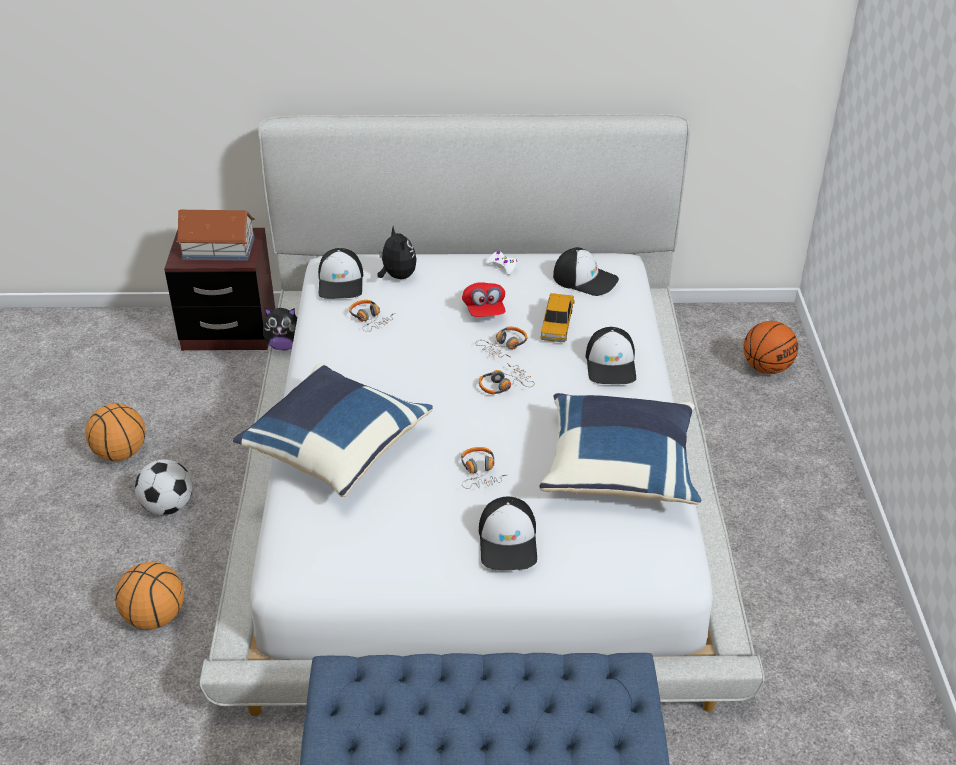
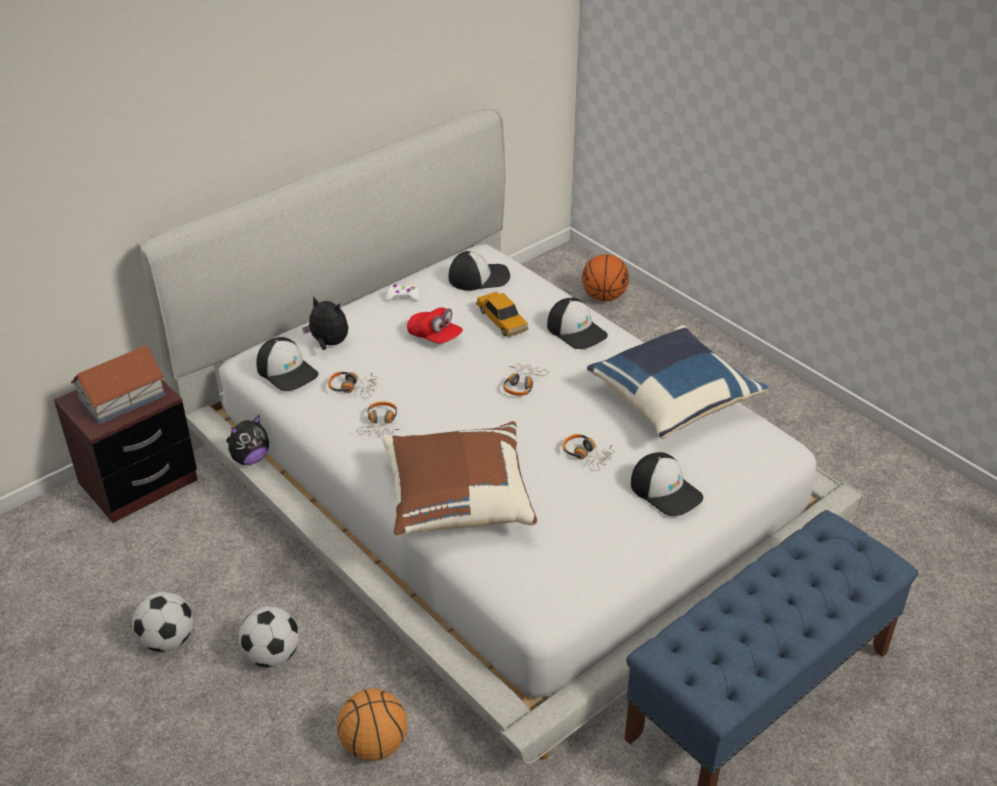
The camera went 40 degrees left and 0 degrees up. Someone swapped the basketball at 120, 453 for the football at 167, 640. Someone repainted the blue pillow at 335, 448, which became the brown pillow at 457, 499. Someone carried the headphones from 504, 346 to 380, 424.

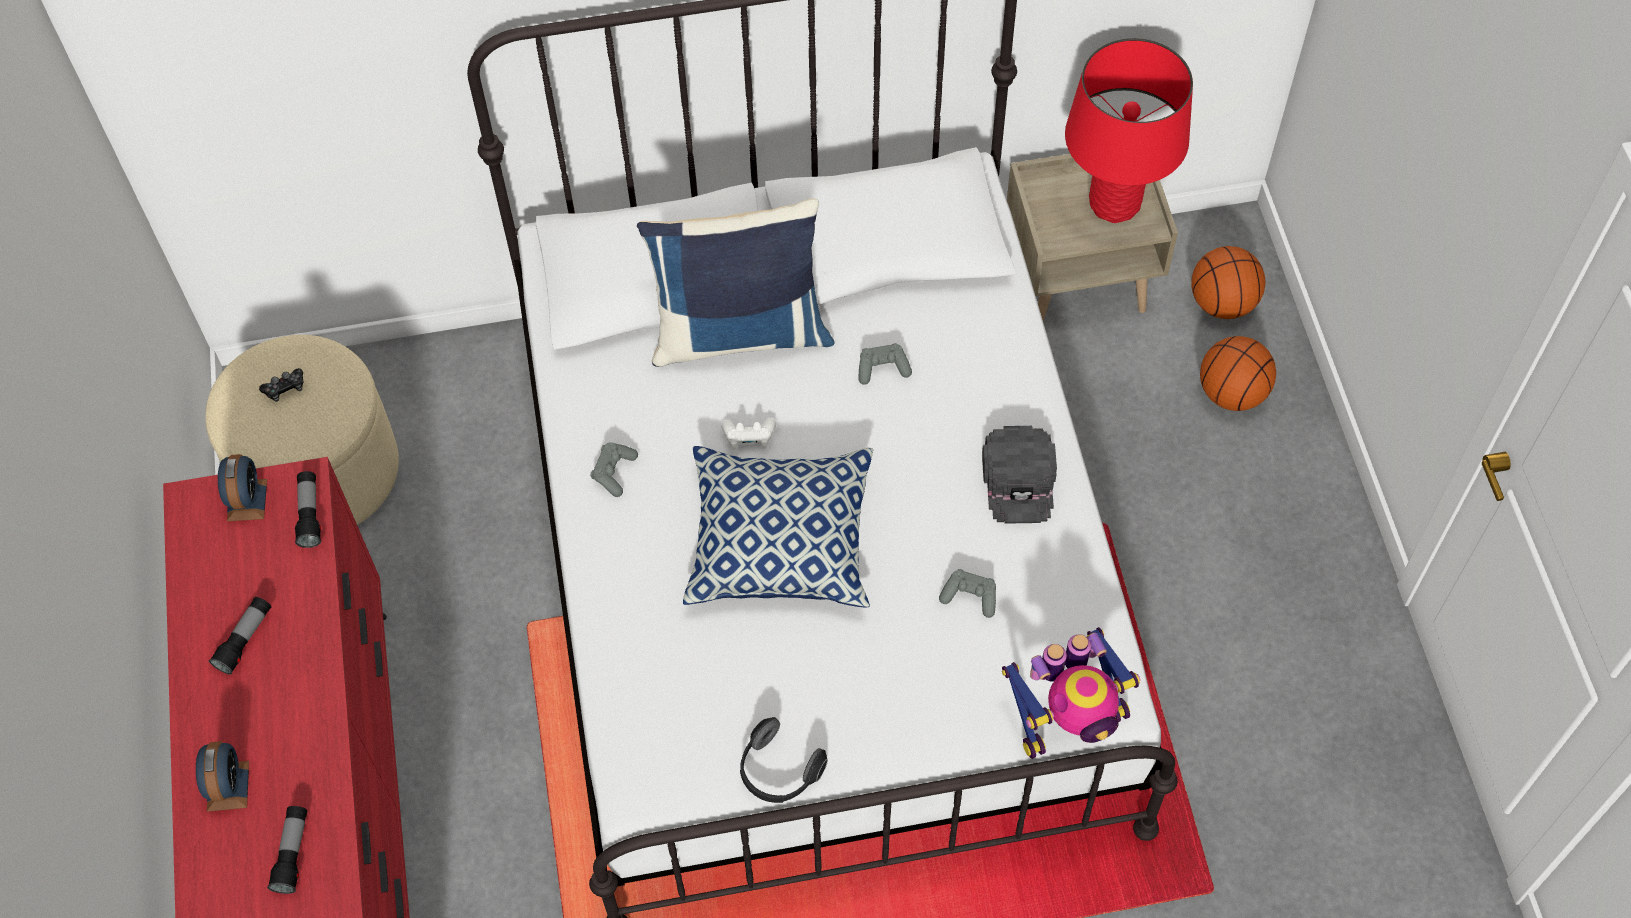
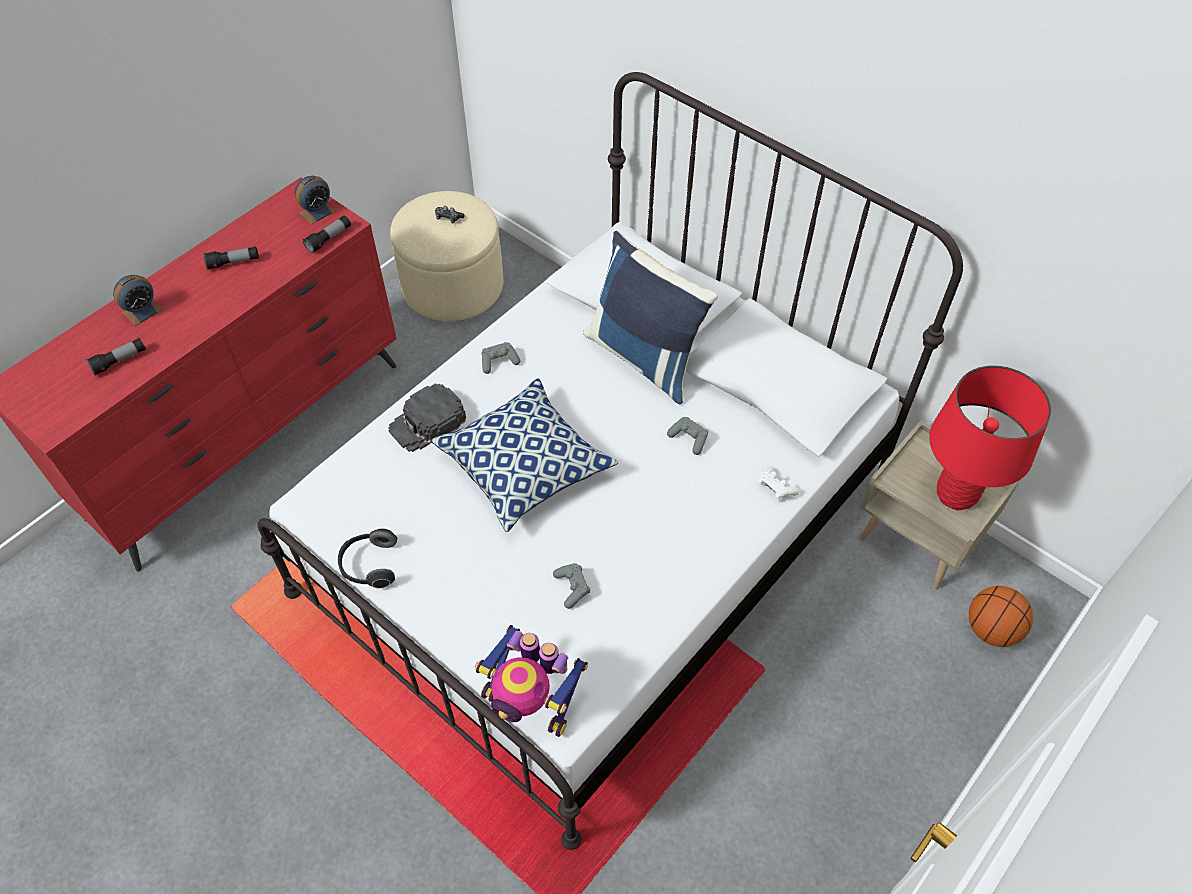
The camera went 50 degrees right and 5 degrees down. Someone carried the white game controller from 749, 438 to 775, 488. Someone carried the black cap from 1019, 480 to 427, 423. Someone took away the basketball at 1232, 393.

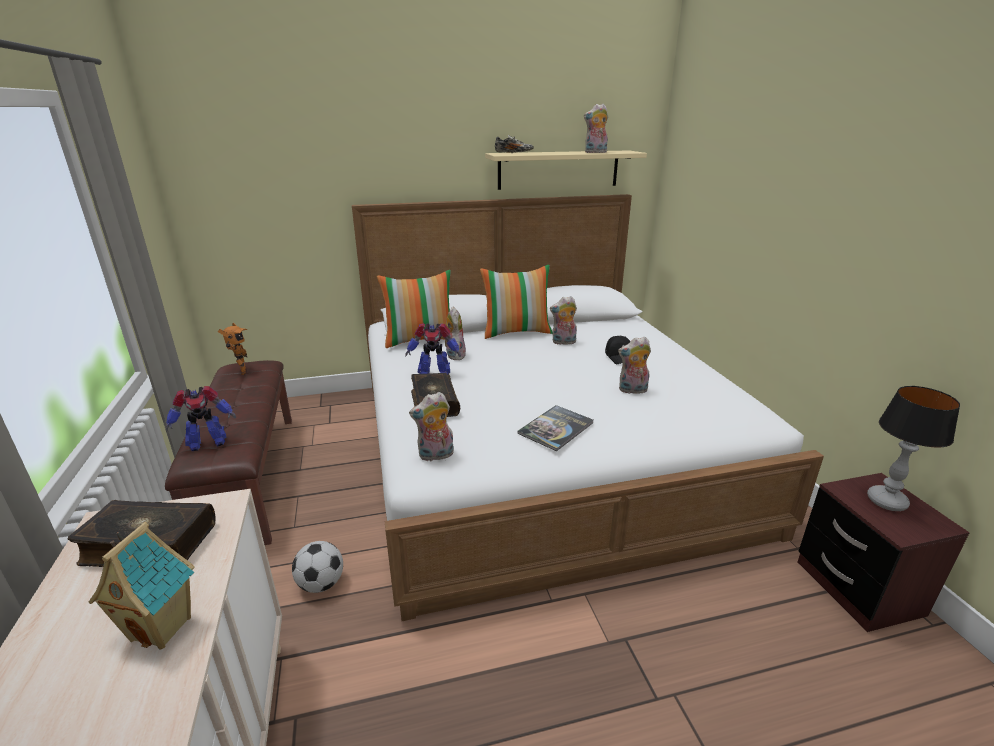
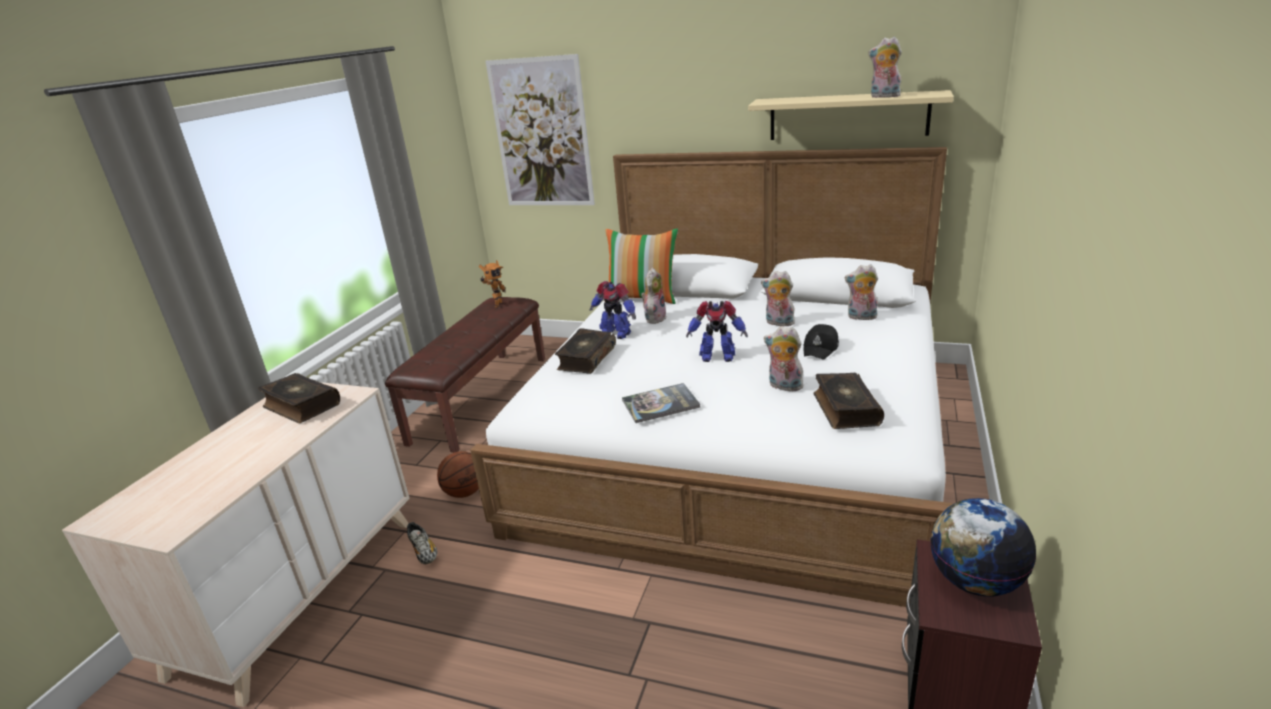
The camera went 35 degrees right and 0 degrees up. Someone took away the toy house at 163, 627. Someone carried the toy robot from 207, 443 to 717, 357. Someone swapped the football at 321, 584 for the basketball at 465, 492. Someone carried the plush toy from 435, 456 to 861, 317. Someone took away the pillow at 516, 332. Someone carried the shoe from 514, 153 to 424, 551. Someone swapped the table lamp at 886, 501 for the globe at 975, 581. Someone put up the picture at 541, 134. Someone put down the book at 845, 409.

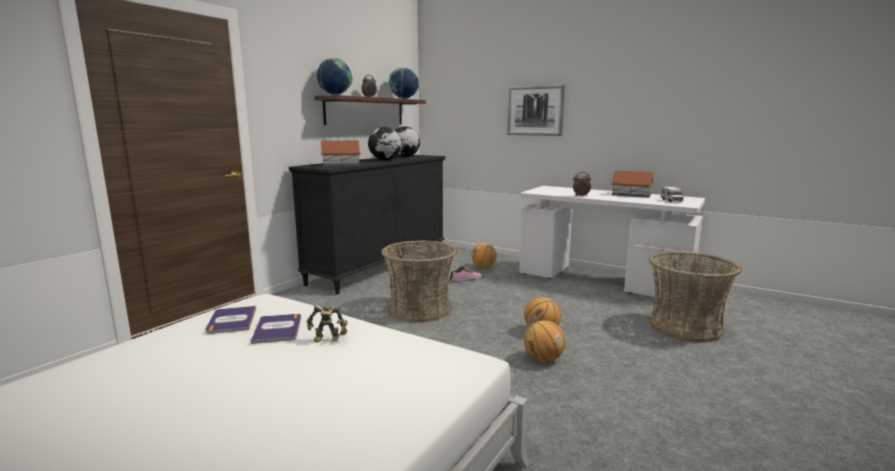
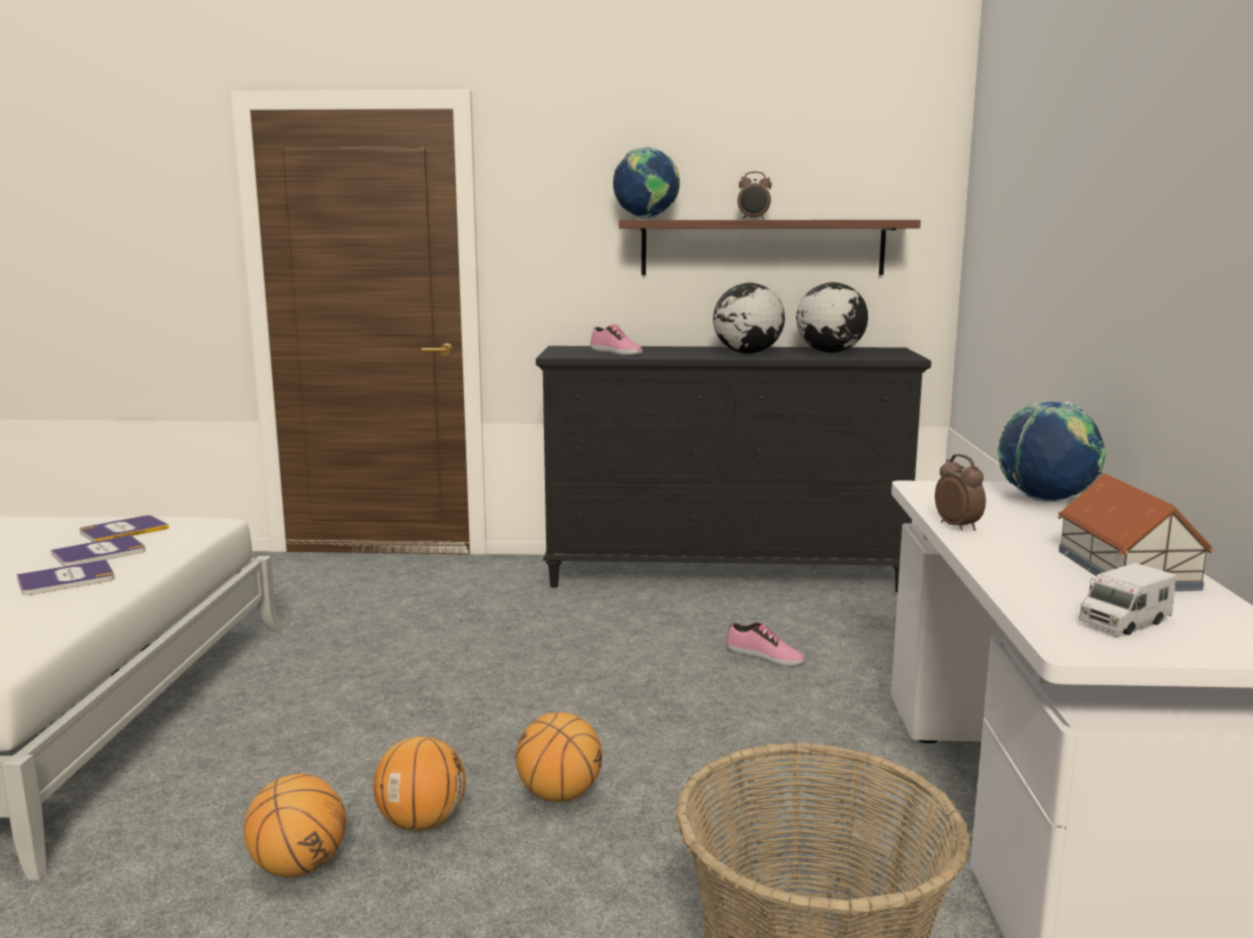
The camera went 60 degrees right and 0 degrees up. Someone swapped the toy robot at 327, 339 for the book at 66, 579. Someone swapped the toy house at 340, 164 for the shoe at 615, 352. Someone took away the basket at 419, 310. Someone carried the globe from 404, 99 to 1046, 501. Someone carried the basketball from 483, 267 to 298, 867. Someone took away the picture at 535, 110.

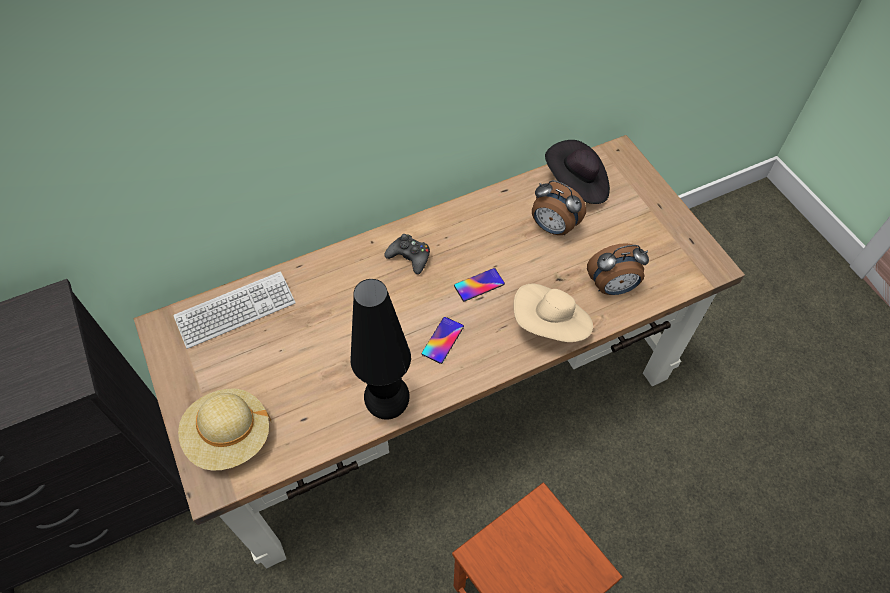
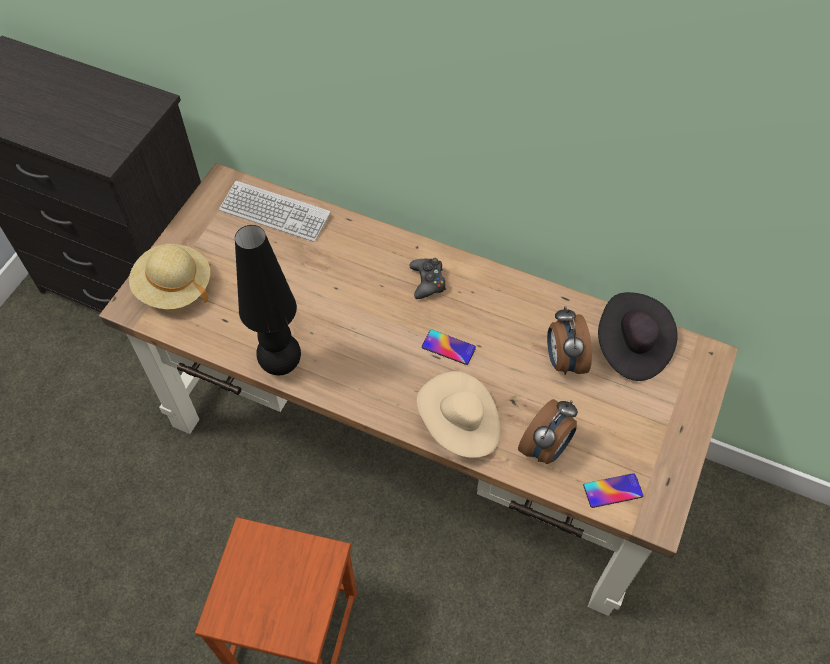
The camera went 50 degrees right and 0 degrees up. Someone carried the phone from 442, 340 to 612, 490. Someone rotated the alarm clock at 612, 287 by 90 degrees counterclockwise.

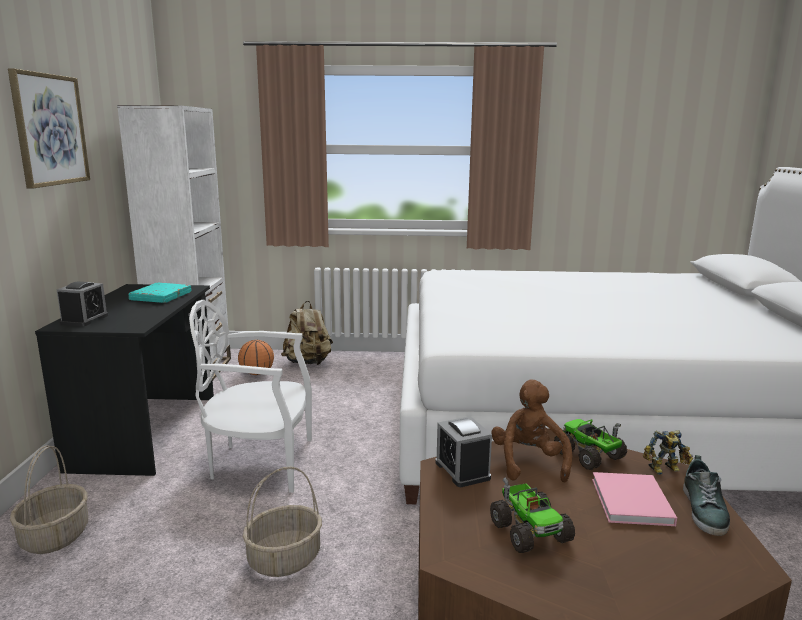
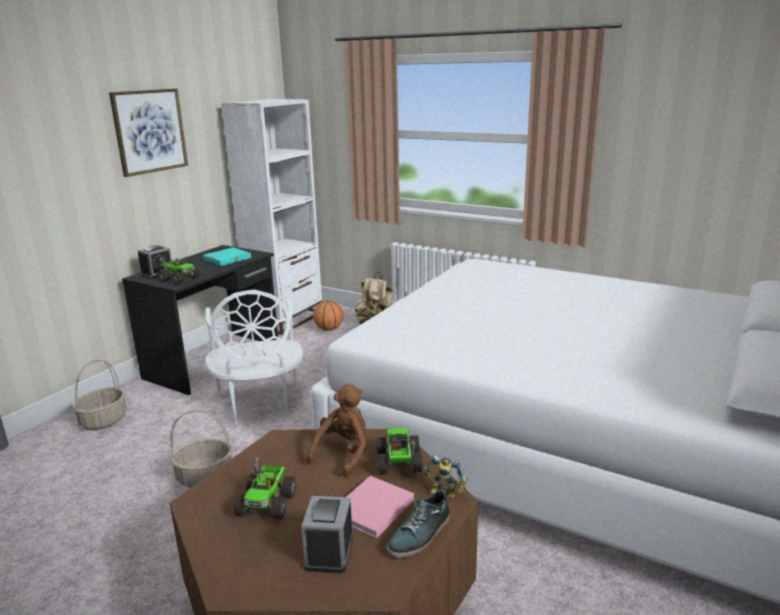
The camera went 30 degrees right and 5 degrees up. Someone rotated the white chair at 259, 462 by 135 degrees counterclockwise. Someone carried the alarm clock from 462, 470 to 329, 551. Someone put down the toy truck at 179, 279.

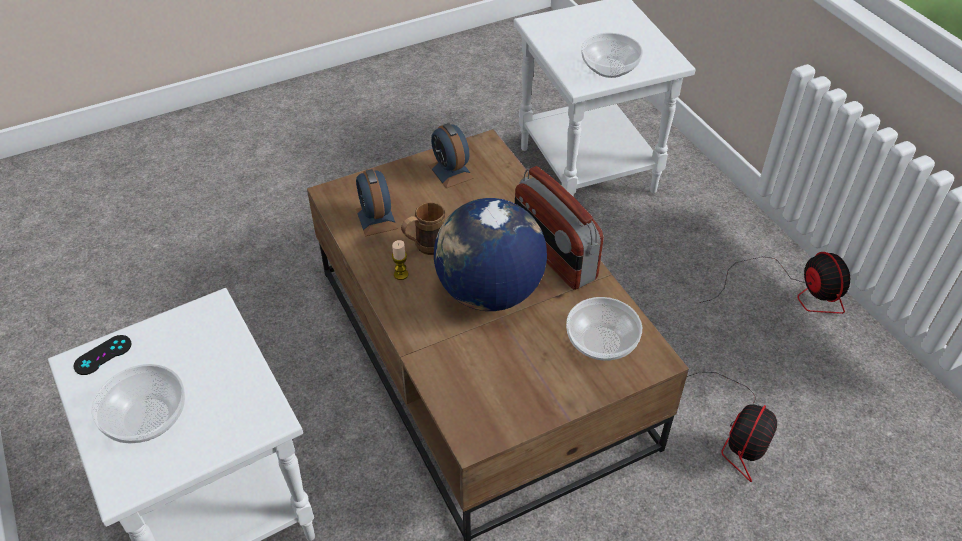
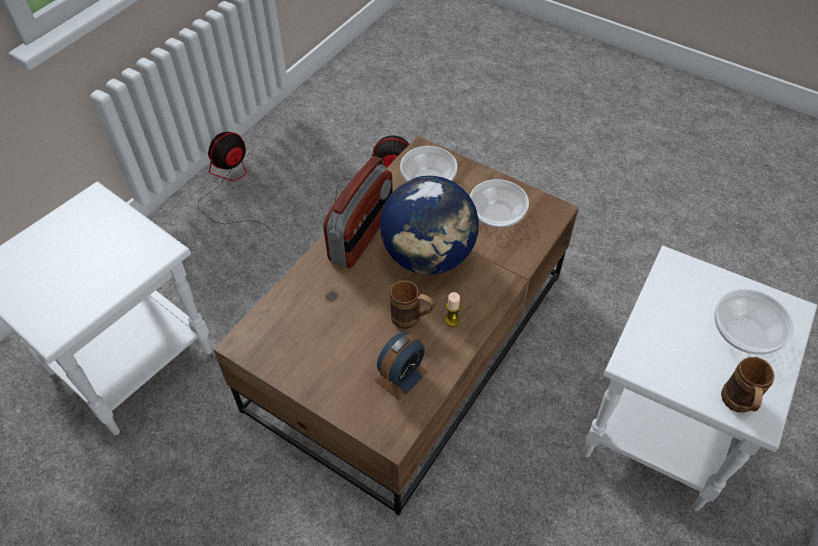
The camera went 120 degrees left and 5 degrees up. Someone swapped the black game controller at 103, 355 for the brown mug at 737, 405. Someone took away the alarm clock at 451, 172. Someone carried the bowl from 609, 67 to 496, 215.

